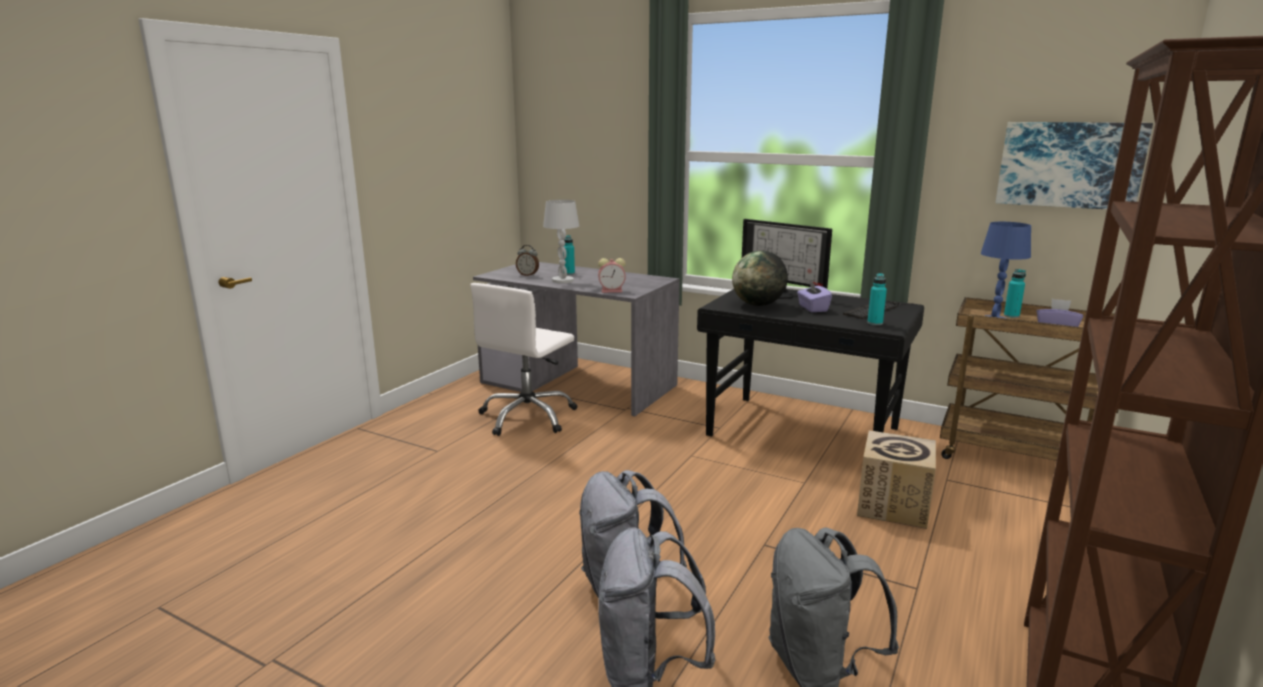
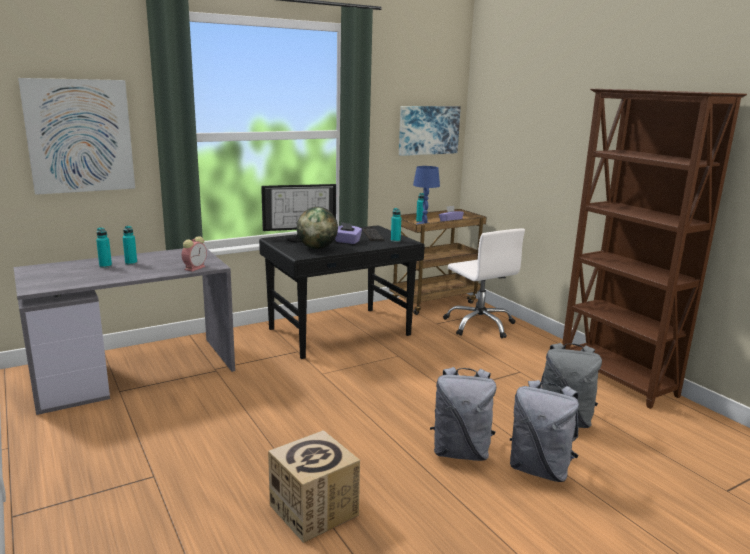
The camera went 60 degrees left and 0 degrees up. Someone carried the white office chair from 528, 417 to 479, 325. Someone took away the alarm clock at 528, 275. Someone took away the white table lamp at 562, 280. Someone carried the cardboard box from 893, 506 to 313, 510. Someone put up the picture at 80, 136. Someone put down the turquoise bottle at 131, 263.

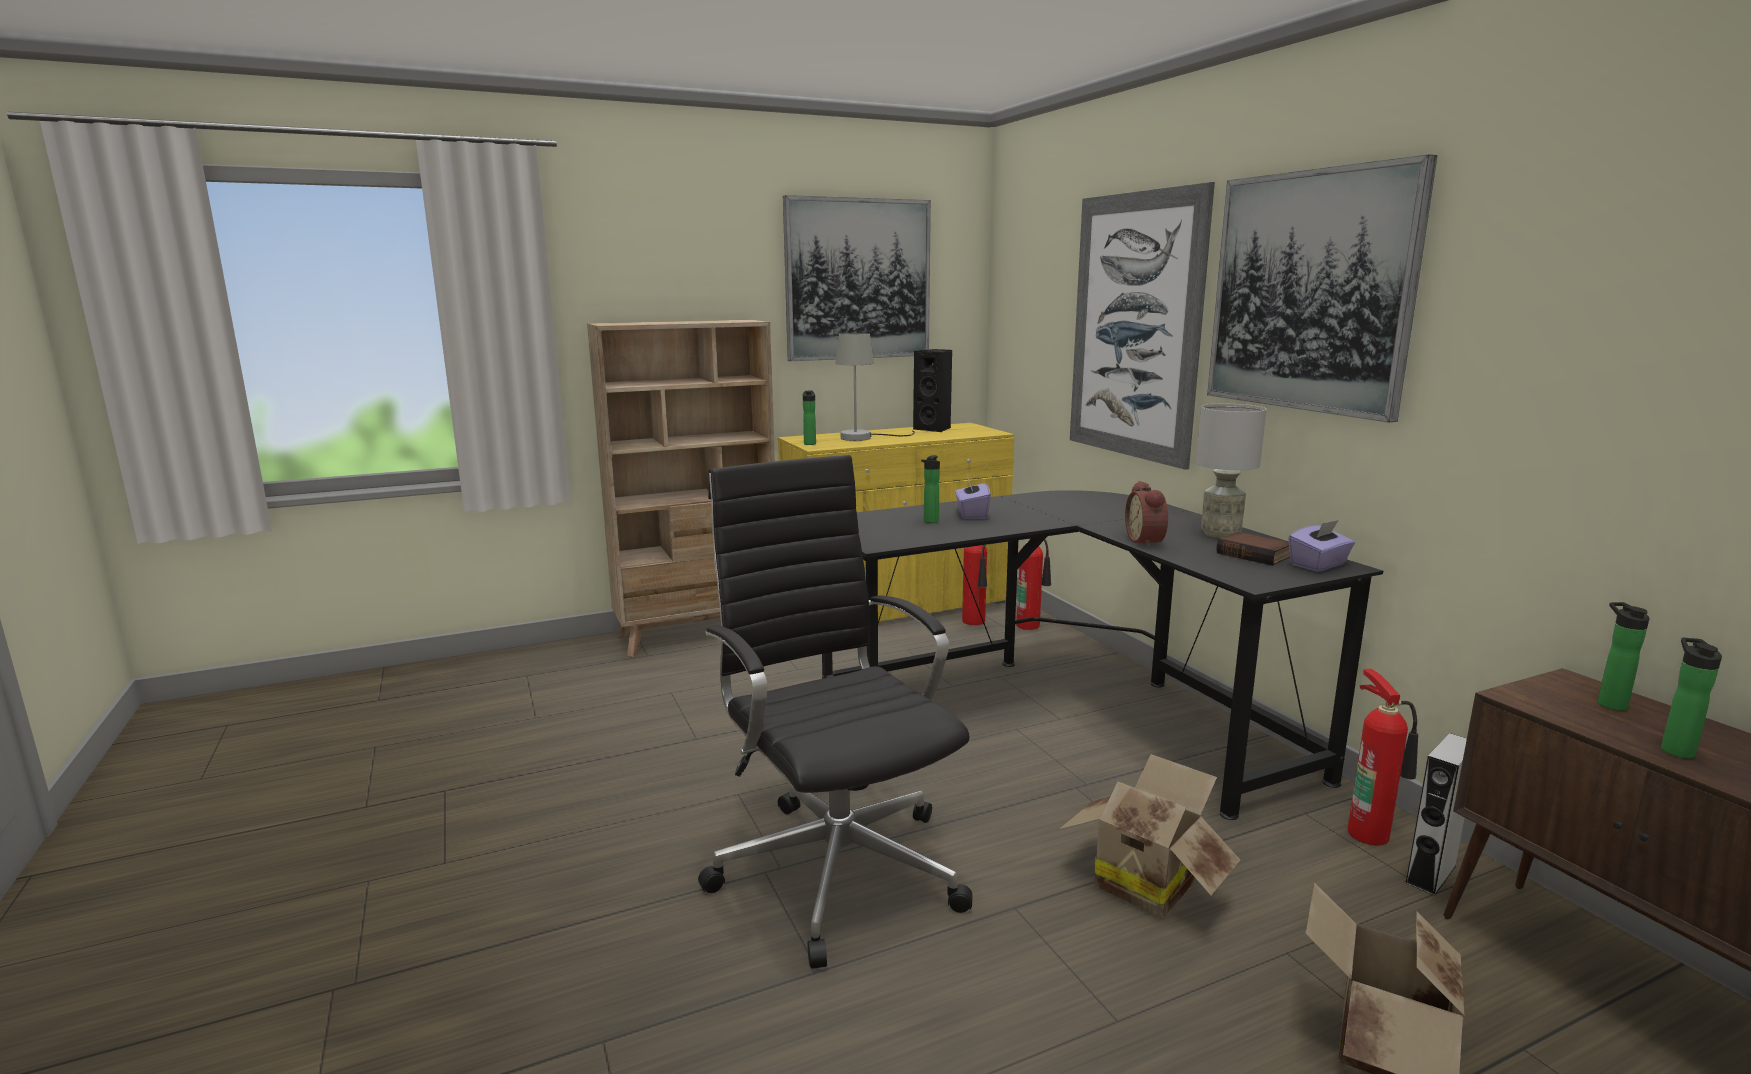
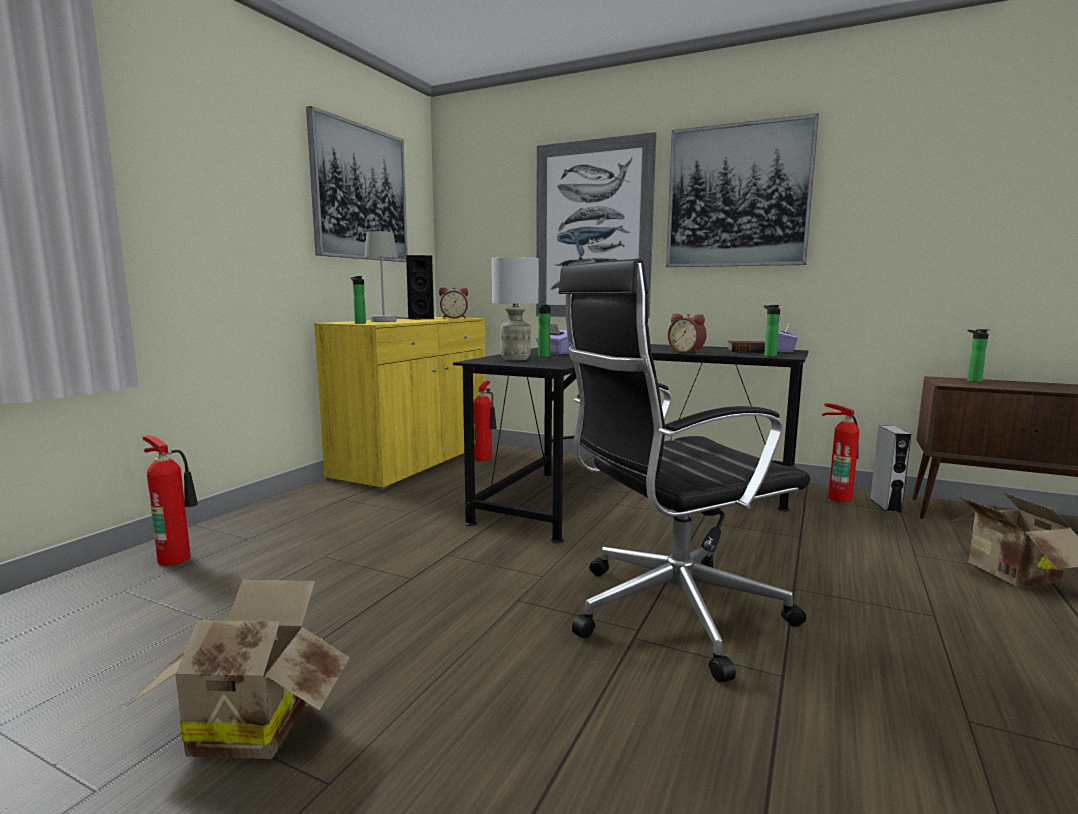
The camera went 40 degrees left and 5 degrees down. Someone took away the beige bookcase at 699, 634. Someone rotated the black office chair at 836, 866 by 45 degrees counterclockwise. Someone carried the fire extinguisher from 1029, 624 to 176, 558. Someone carried the cardboard box from 1145, 882 to 252, 723. Someone carried the grey table lamp from 1219, 534 to 514, 359. Someone carried the bottle from 1675, 750 to 768, 355. Someone put down the alarm clock at 454, 318.

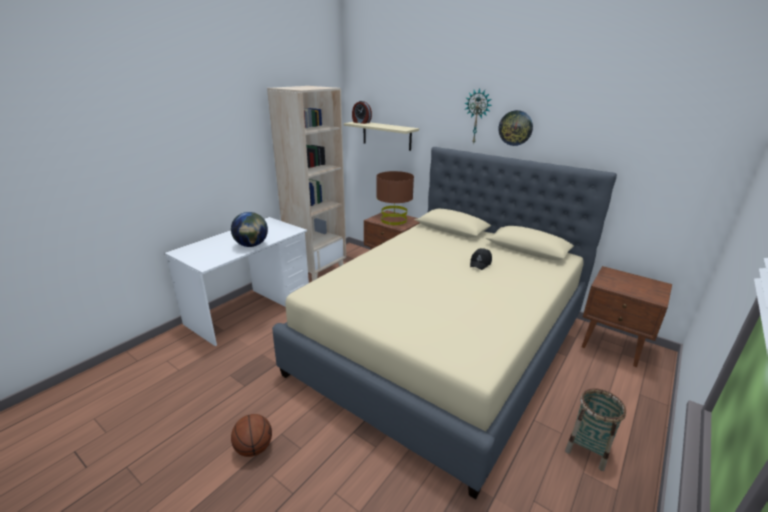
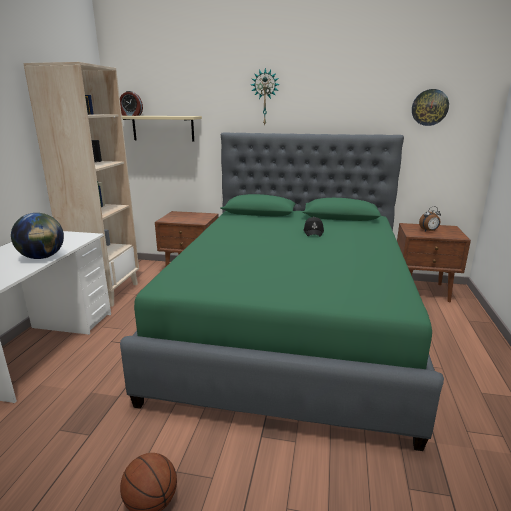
The camera went 25 degrees left and 5 degrees down. Someone repainted the beige bed at 443, 345, which became the green bed at 291, 326. Someone took away the brown table lamp at 393, 220. Someone carried the wall clock from 515, 128 to 429, 107. Someone took away the basket at 588, 449. Someone put down the alarm clock at 429, 231.

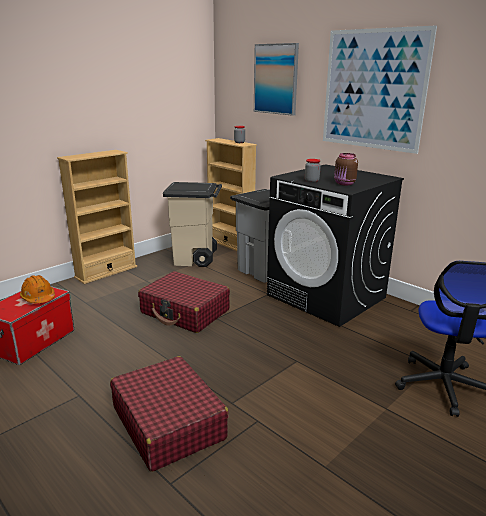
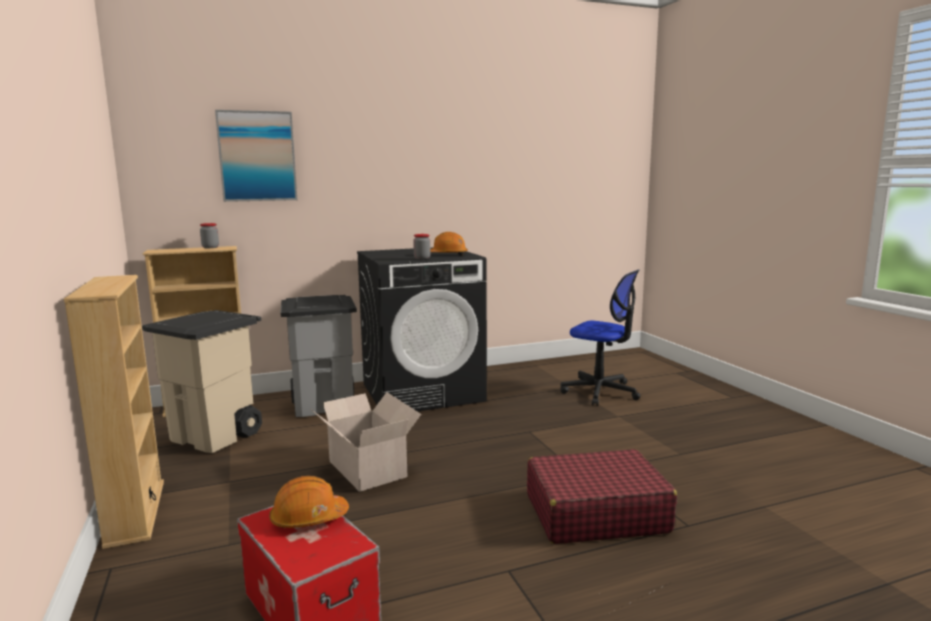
The camera went 65 degrees left and 10 degrees down. Someone swapped the red suitcase at 185, 312 for the cardboard box at 367, 468. Someone took away the picture at 373, 90. Someone swapped the brown jar at 344, 184 for the orange hard hat at 447, 255.

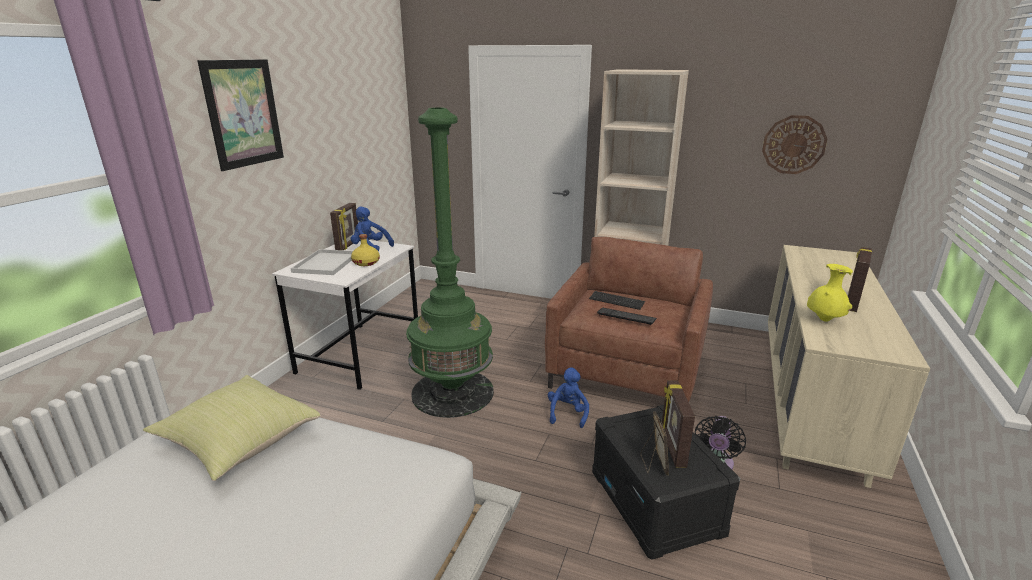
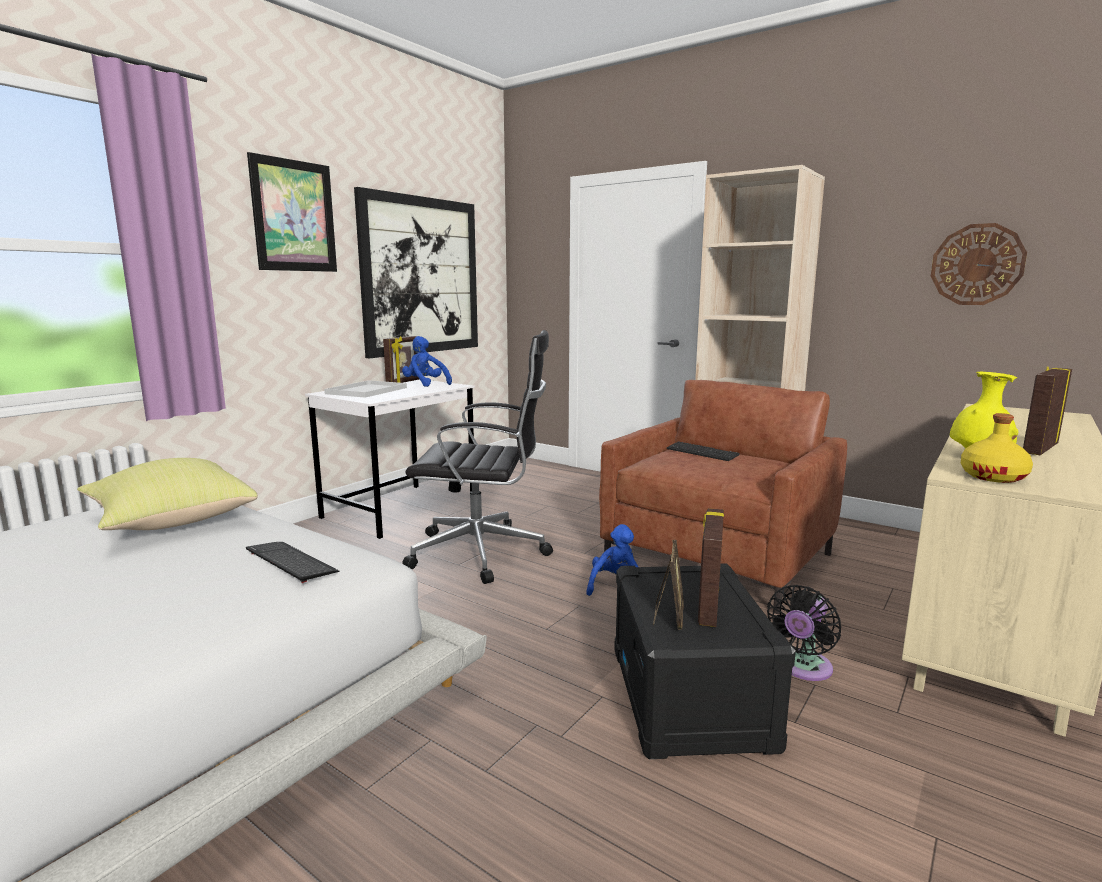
The camera went 15 degrees right and 10 degrees down. Someone carried the yellow bottle from 366, 263 to 993, 477. Someone swapped the green floor lamp at 452, 392 for the black office chair at 483, 553. Someone carried the keyboard from 626, 317 to 291, 562. Someone put up the picture at 421, 276.

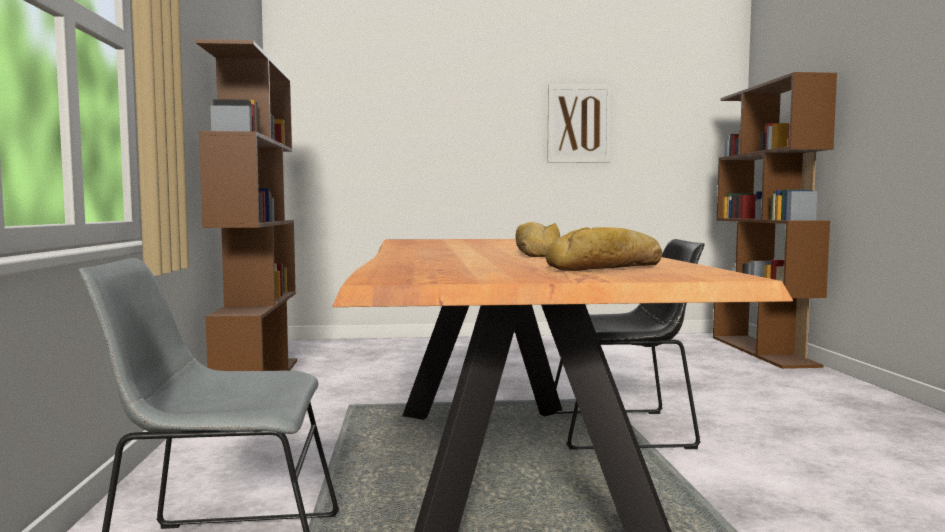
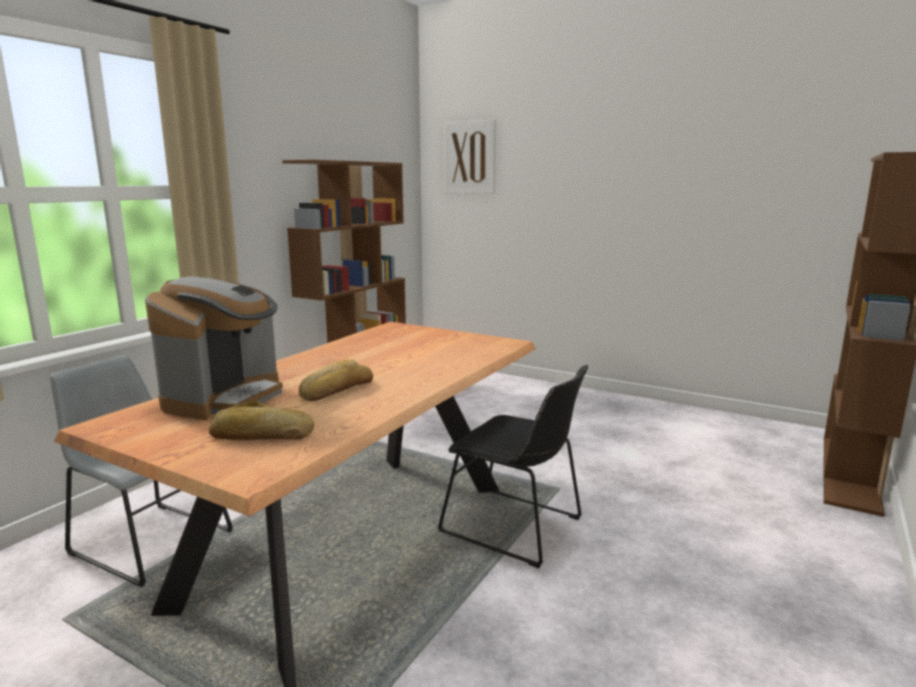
The camera went 35 degrees right and 10 degrees up. Someone carried the picture from 579, 124 to 469, 157. Someone put down the coffee machine at 225, 398.

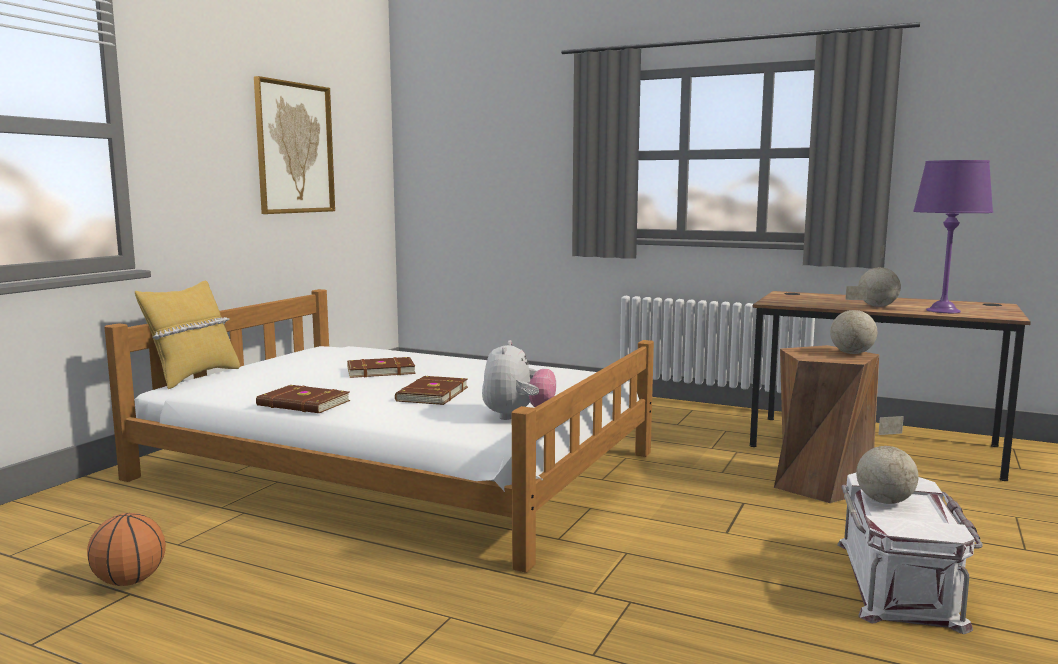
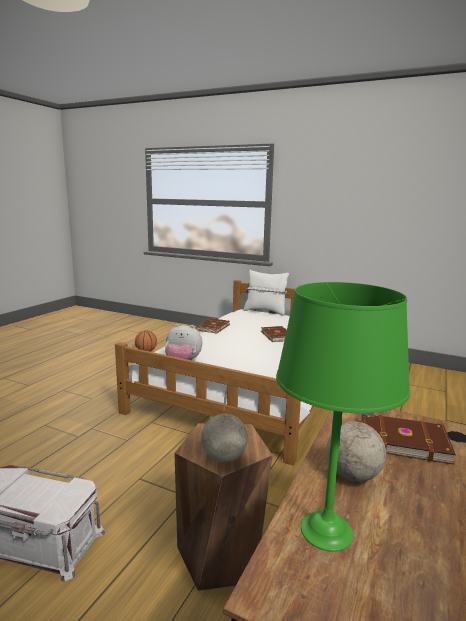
The camera went 90 degrees right and 5 degrees up. Someone repainted the yellow pillow at 193, 377, which became the white pillow at 265, 311. Someone took away the picture at 294, 148. Someone carried the brown book from 431, 394 to 402, 440. Someone took away the globe at 883, 501. Someone repainted the purple table lamp at 943, 311, which became the green table lamp at 325, 530.

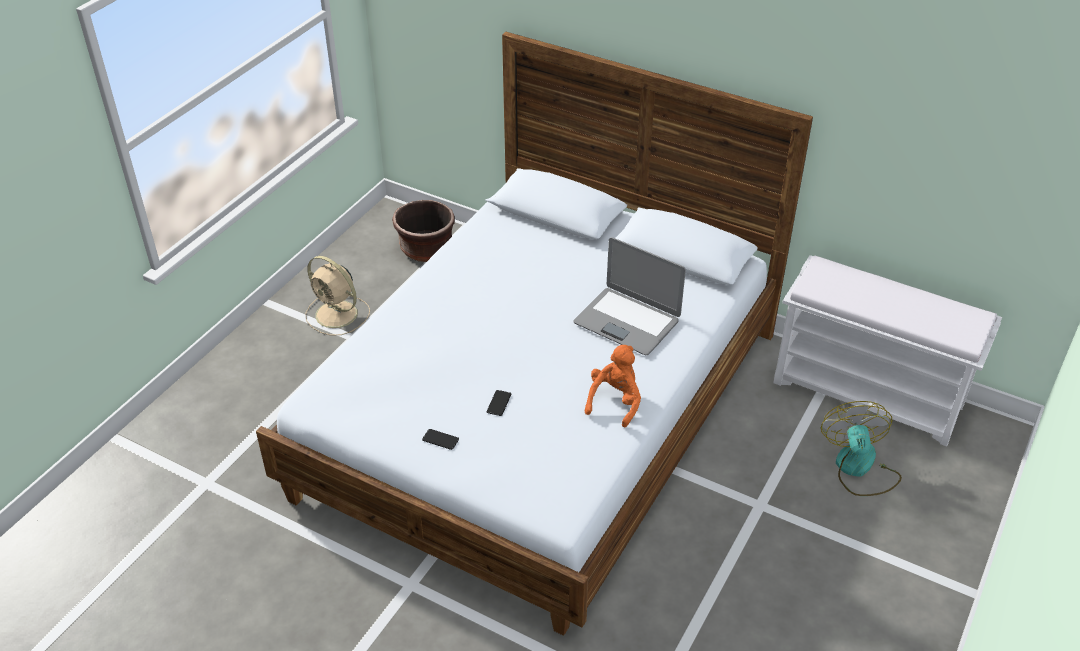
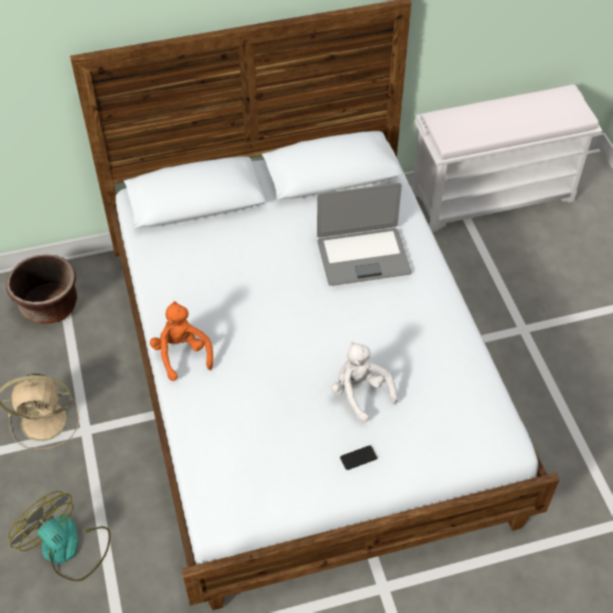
The camera went 45 degrees left and 10 degrees up. Someone swapped the phone at 499, 403 for the white plush toy at 360, 393. Someone carried the orange plush toy from 615, 401 to 182, 354. Someone carried the fan from 858, 468 to 68, 549.

